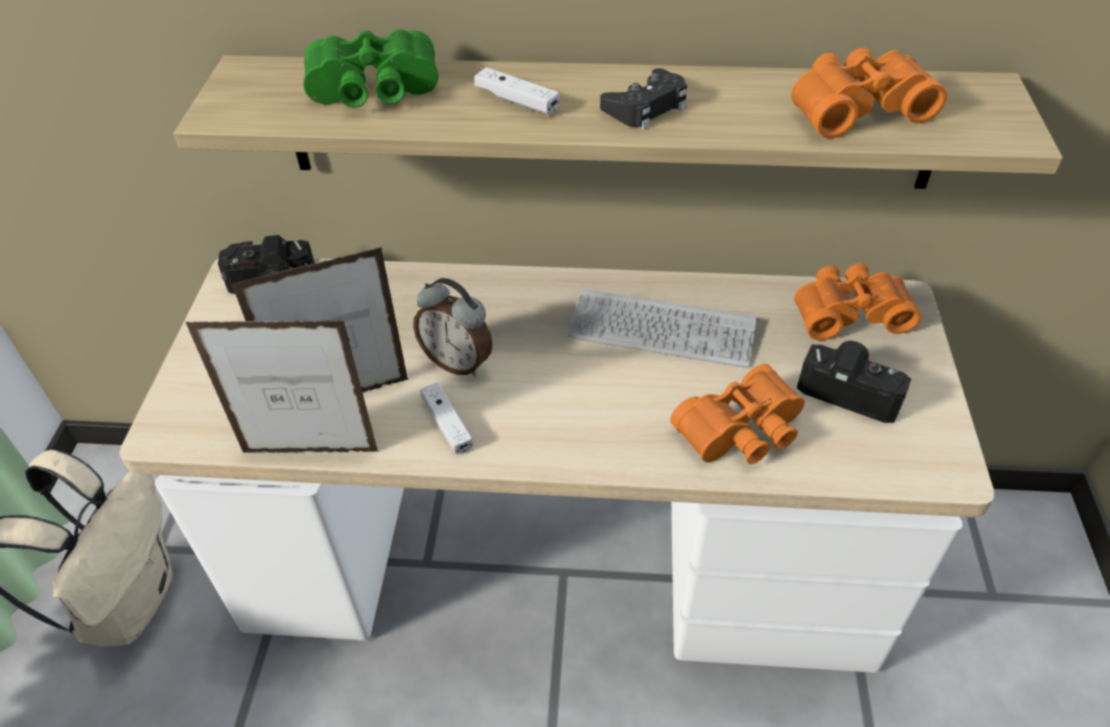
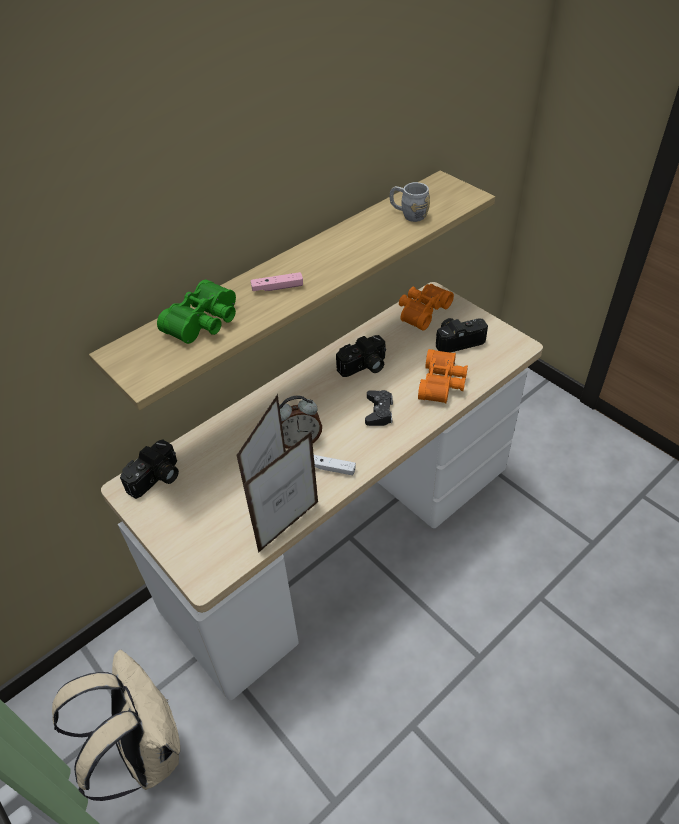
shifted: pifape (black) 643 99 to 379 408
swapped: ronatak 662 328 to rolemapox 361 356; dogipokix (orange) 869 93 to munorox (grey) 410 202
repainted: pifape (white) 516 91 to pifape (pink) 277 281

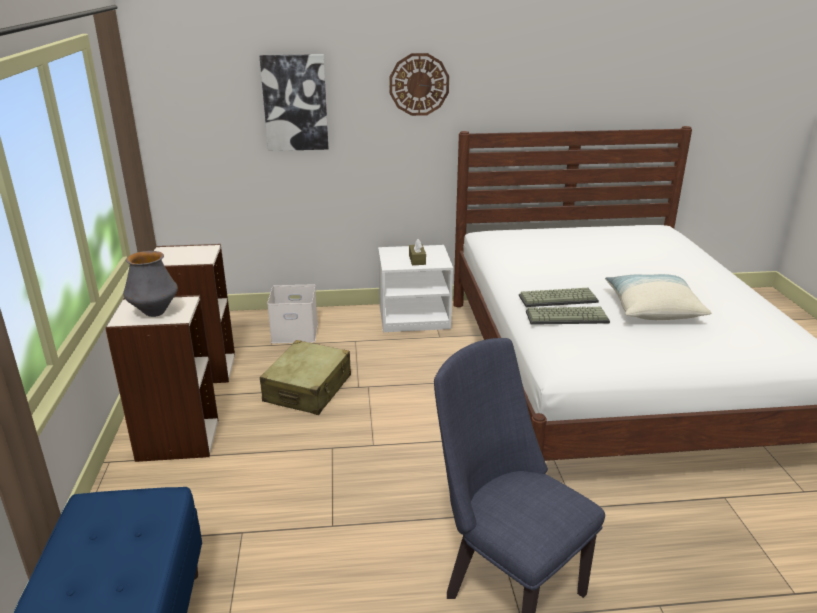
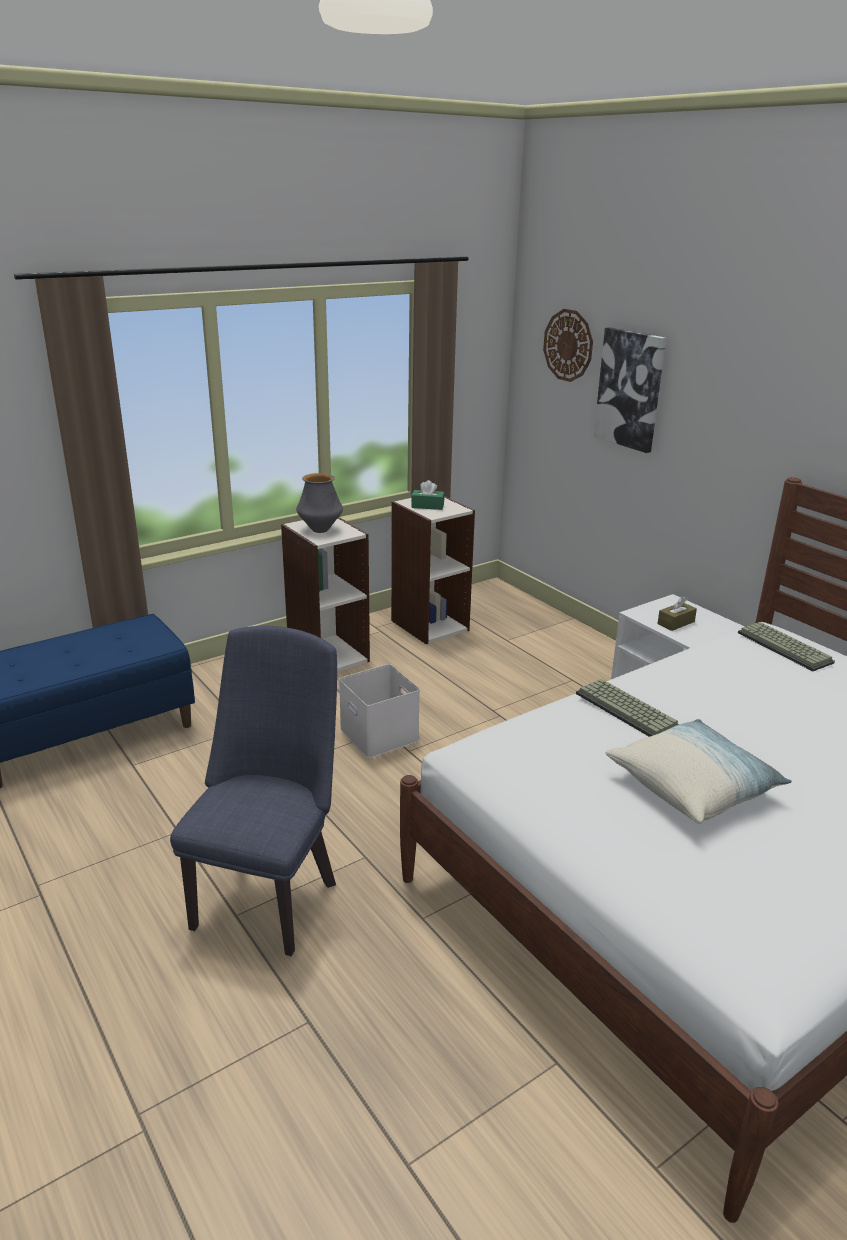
gone: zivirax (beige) 305 377
new: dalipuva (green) 428 495
shifted: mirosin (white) 292 314 to 379 711; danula 419 84 to 568 345; ronatak 568 316 to 786 646

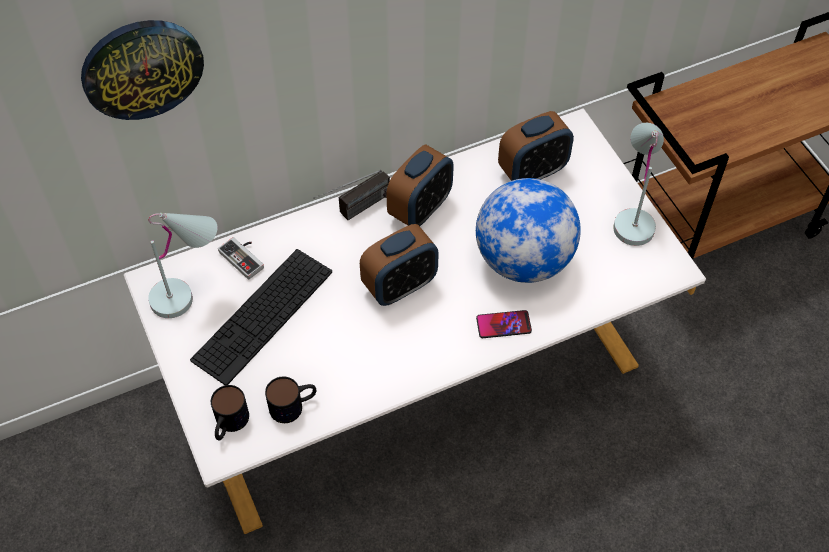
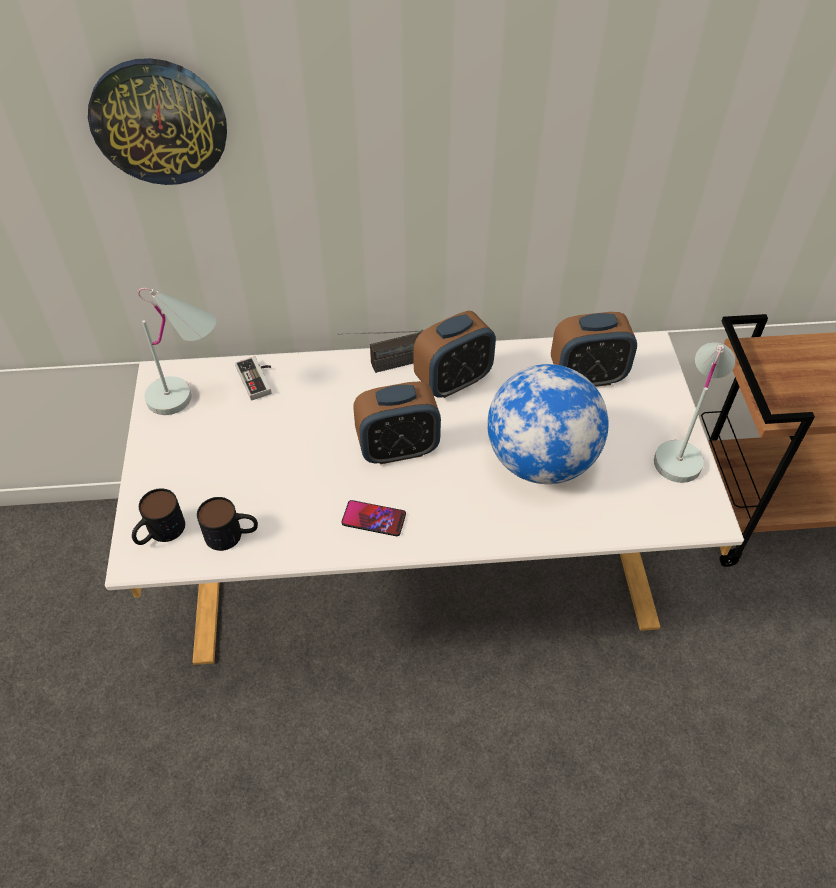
gone: ronatak 261 317
shifted: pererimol 504 324 to 373 518

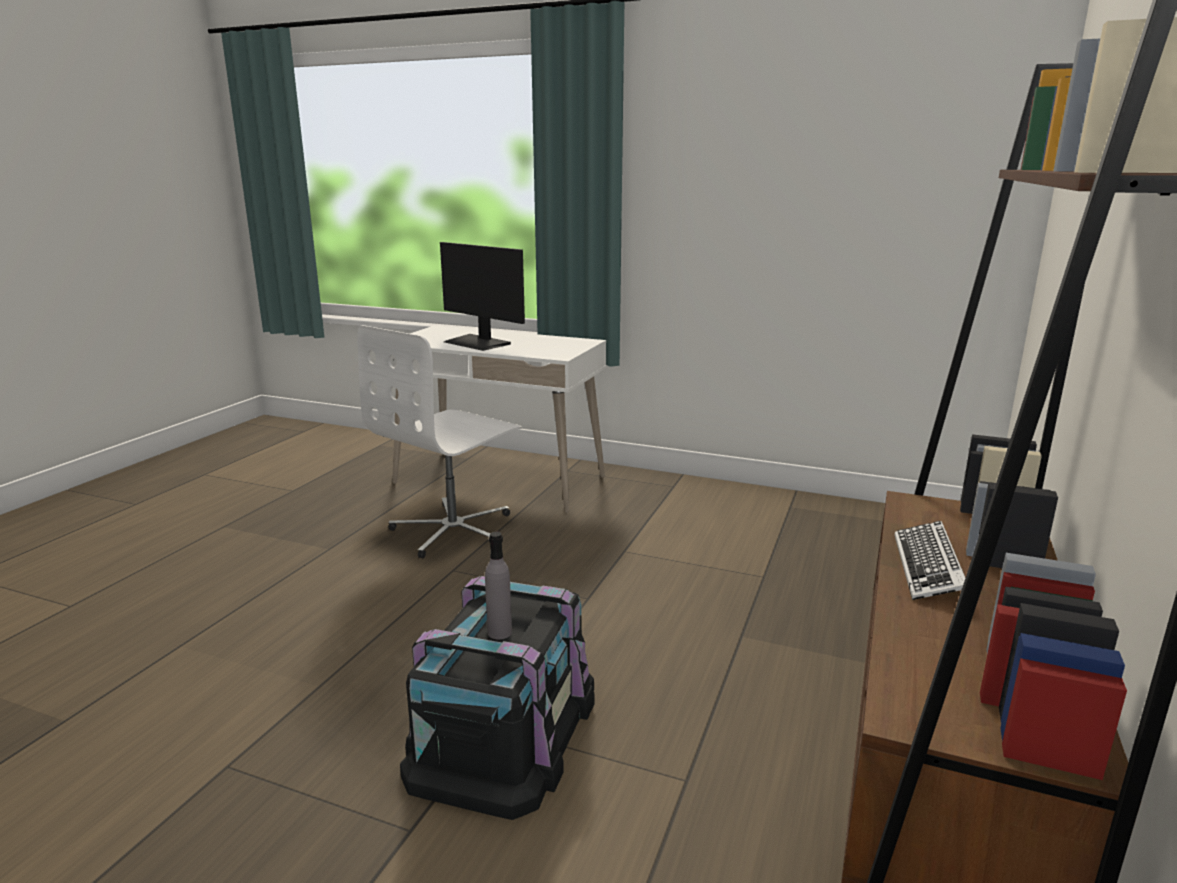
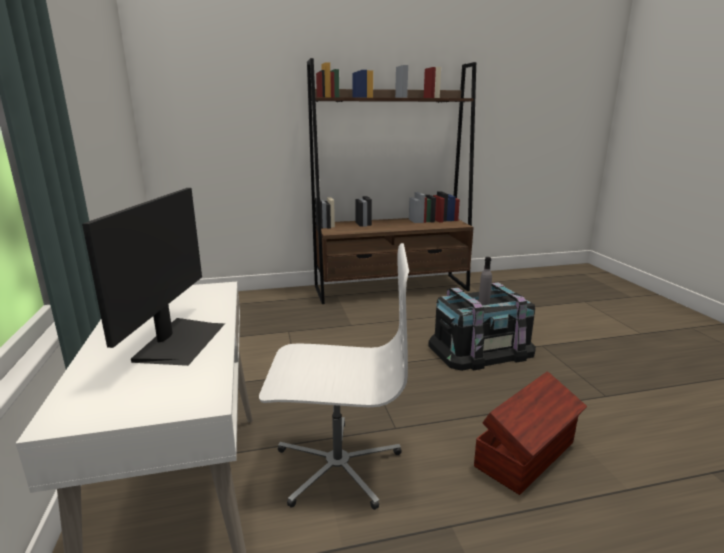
gone: ronatak 929 560
new: mirosin (brown) 530 433

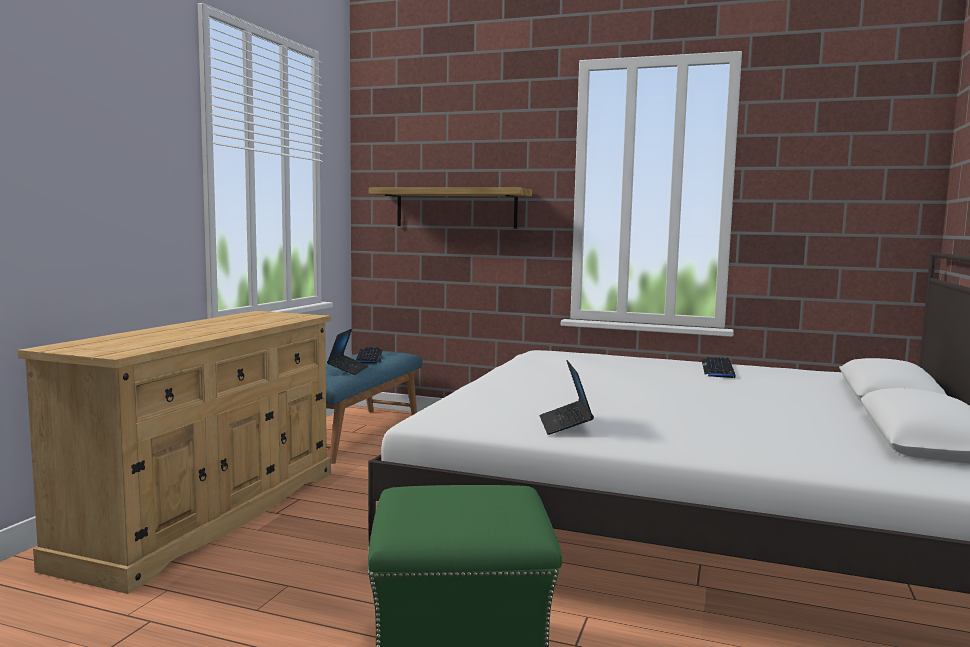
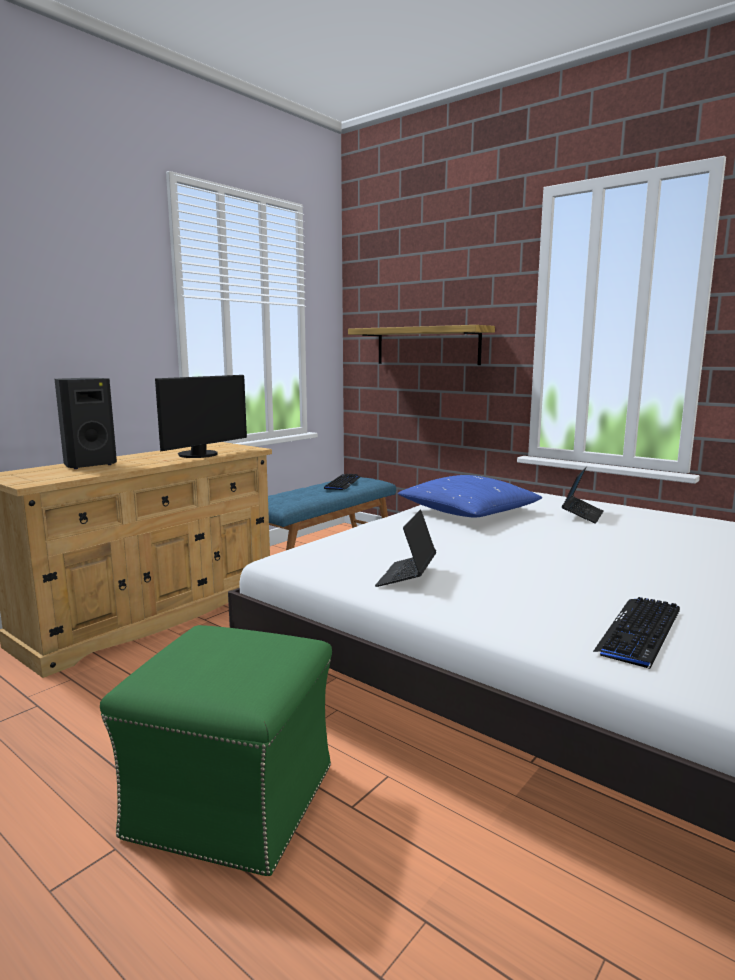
new: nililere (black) 86 423; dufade 201 416; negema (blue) 470 496
shifted: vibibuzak 347 352 to 582 495; ronatak 718 367 to 636 633

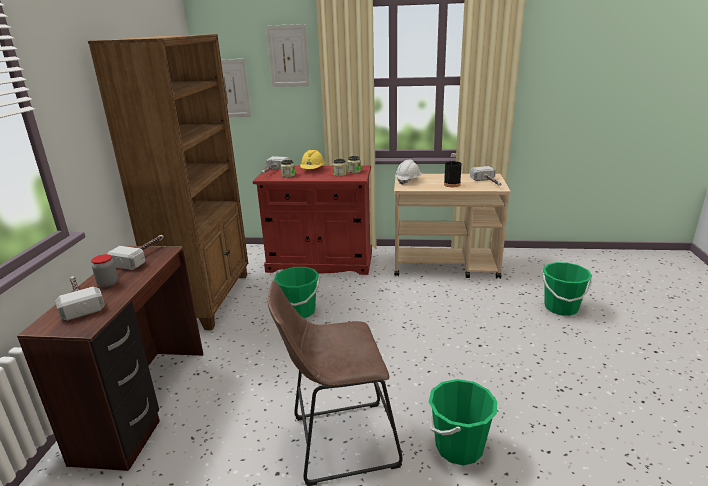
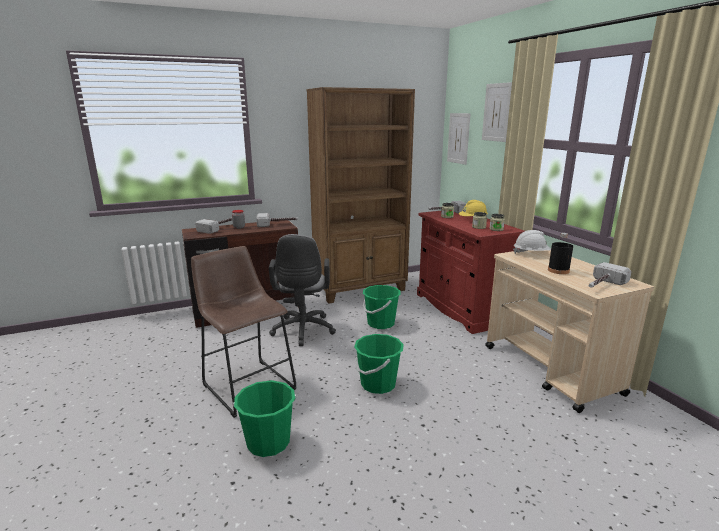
new: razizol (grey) 302 290
shifted: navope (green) 567 289 to 379 364

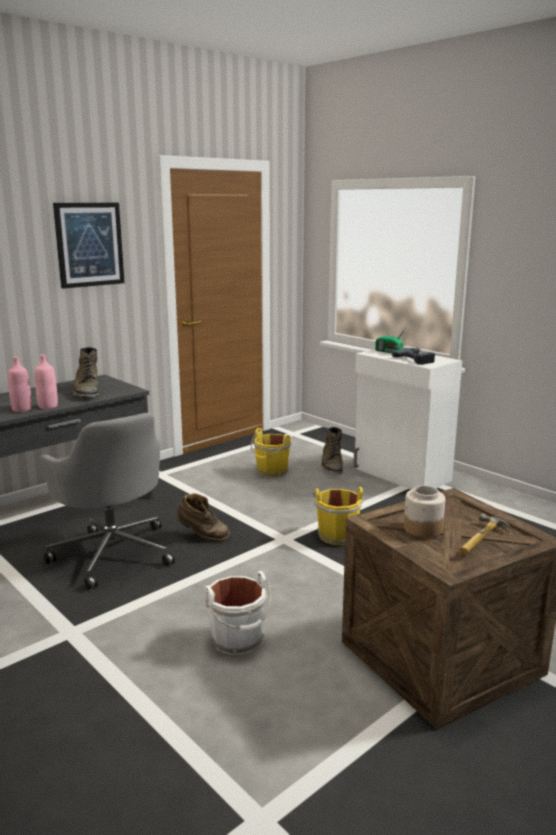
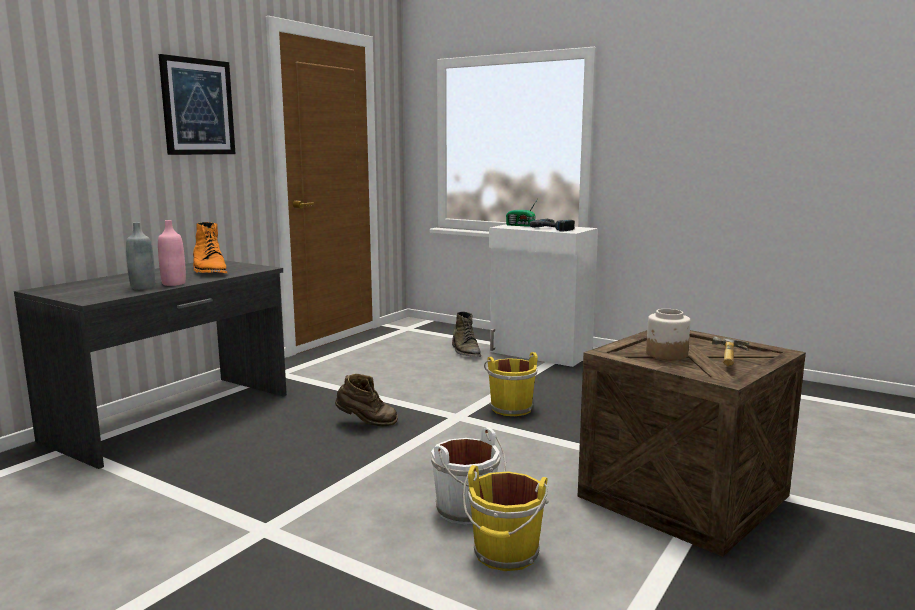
gone: razizol (grey) 107 501
shifted: navope (yellow) 271 452 to 506 518
repainted: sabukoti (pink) 20 384 to sabukoti (grey) 140 256; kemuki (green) 86 372 to kemuki (orange) 210 247

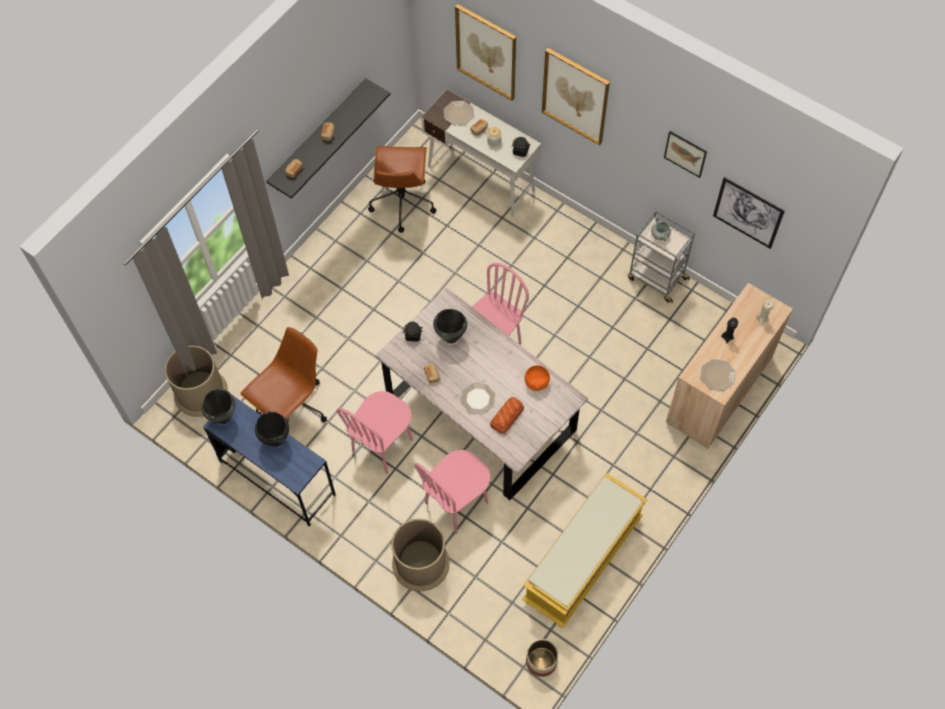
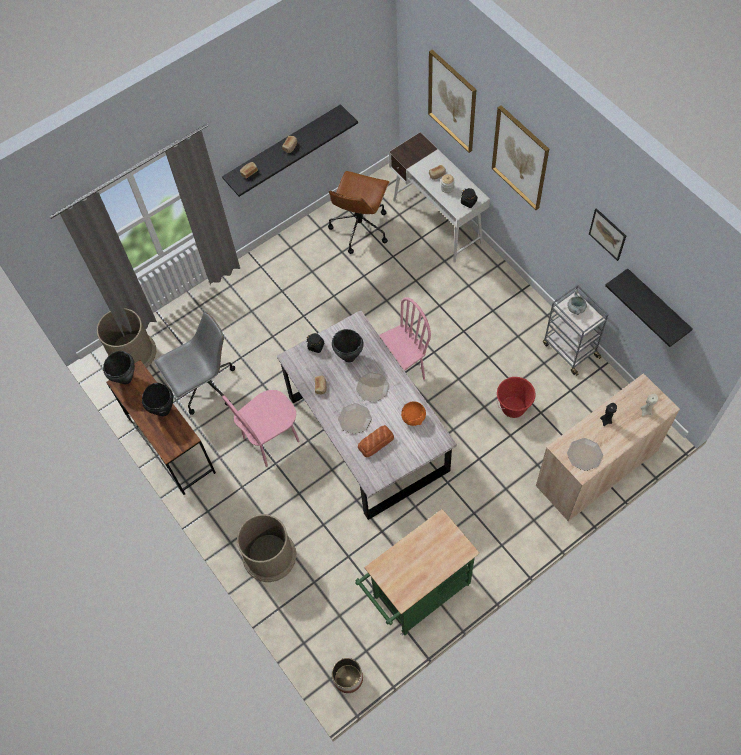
gone: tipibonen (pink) 452 492
new: navope (red) 516 397
shifted: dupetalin 459 113 to 372 387
swapped: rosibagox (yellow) 585 550 to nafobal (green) 417 572; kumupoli 749 213 to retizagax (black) 648 307
repainted: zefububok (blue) 269 460 to zefububok (brown) 161 427; razizol (brown) 283 375 to razizol (grey) 194 363

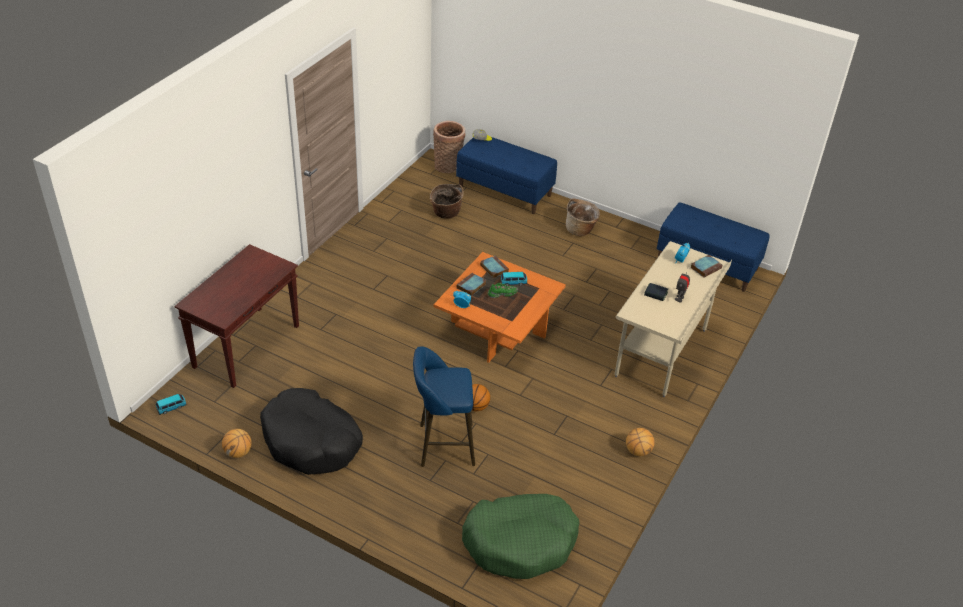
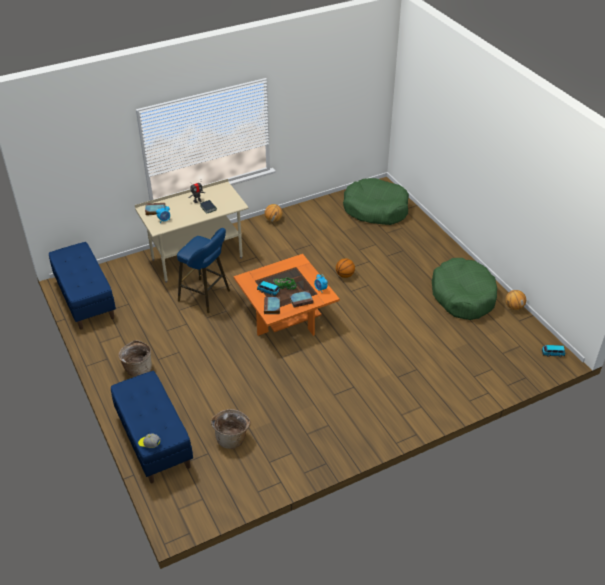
gone: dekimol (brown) 237 316; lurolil 449 147
shifted: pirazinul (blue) 444 406 to 203 270
repainted: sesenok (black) 311 431 to sesenok (green) 464 289

